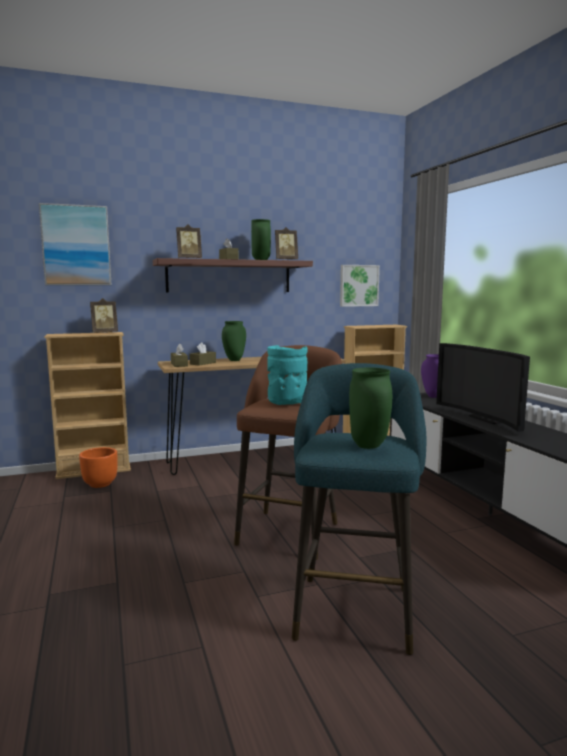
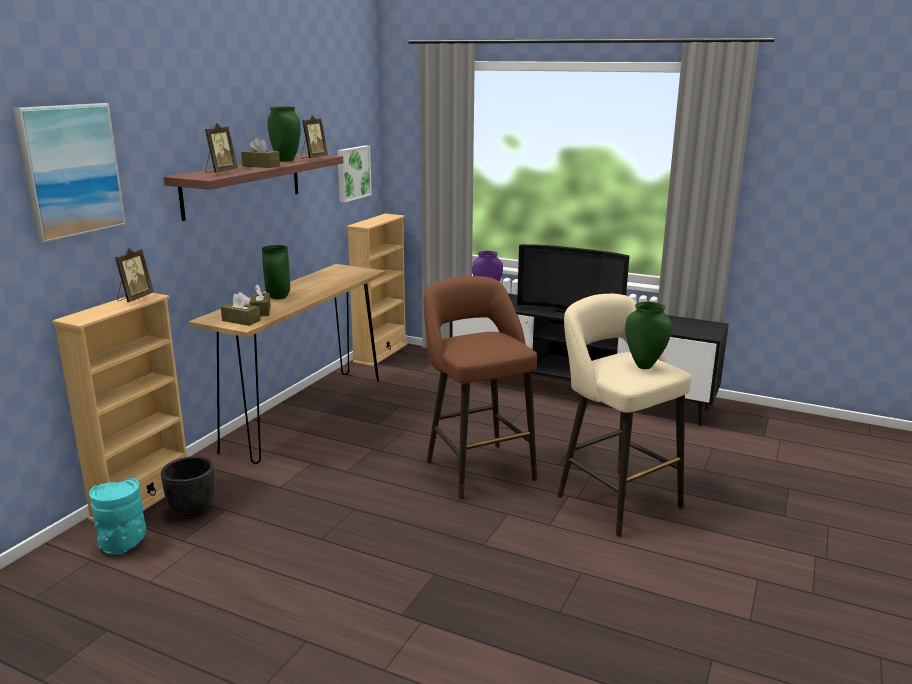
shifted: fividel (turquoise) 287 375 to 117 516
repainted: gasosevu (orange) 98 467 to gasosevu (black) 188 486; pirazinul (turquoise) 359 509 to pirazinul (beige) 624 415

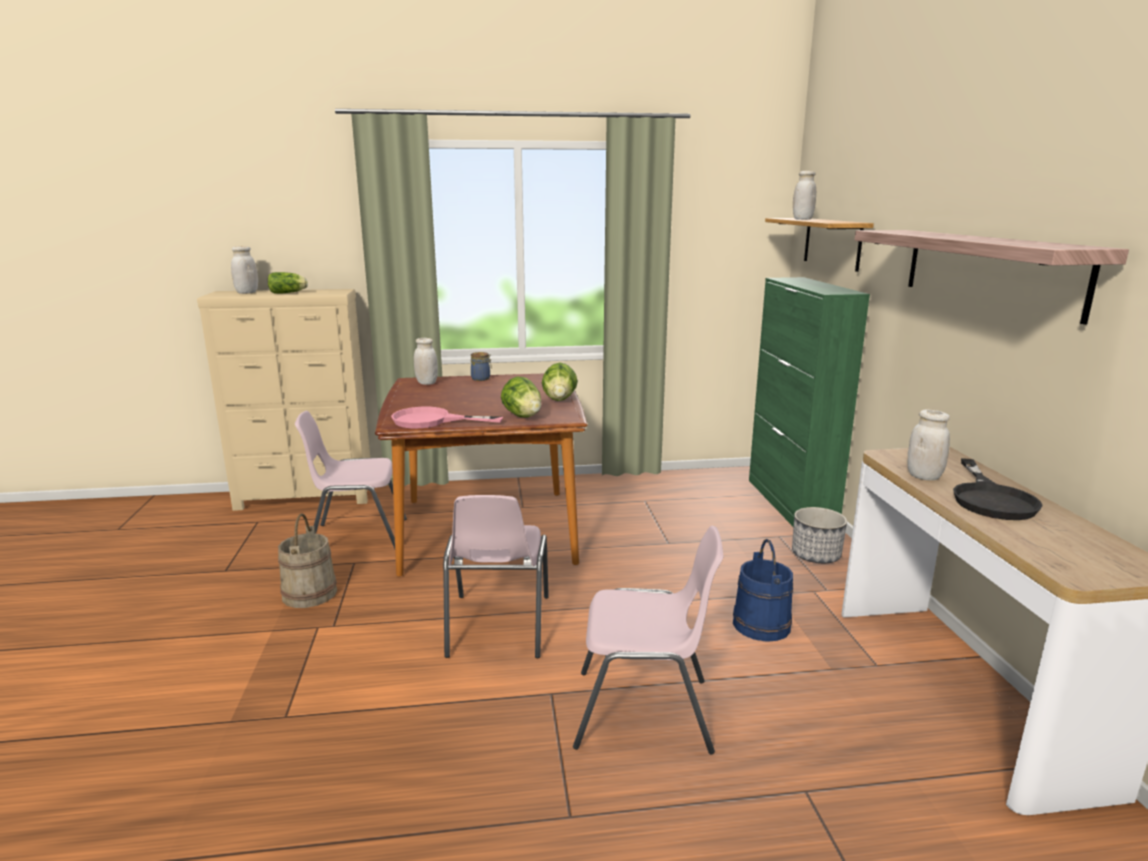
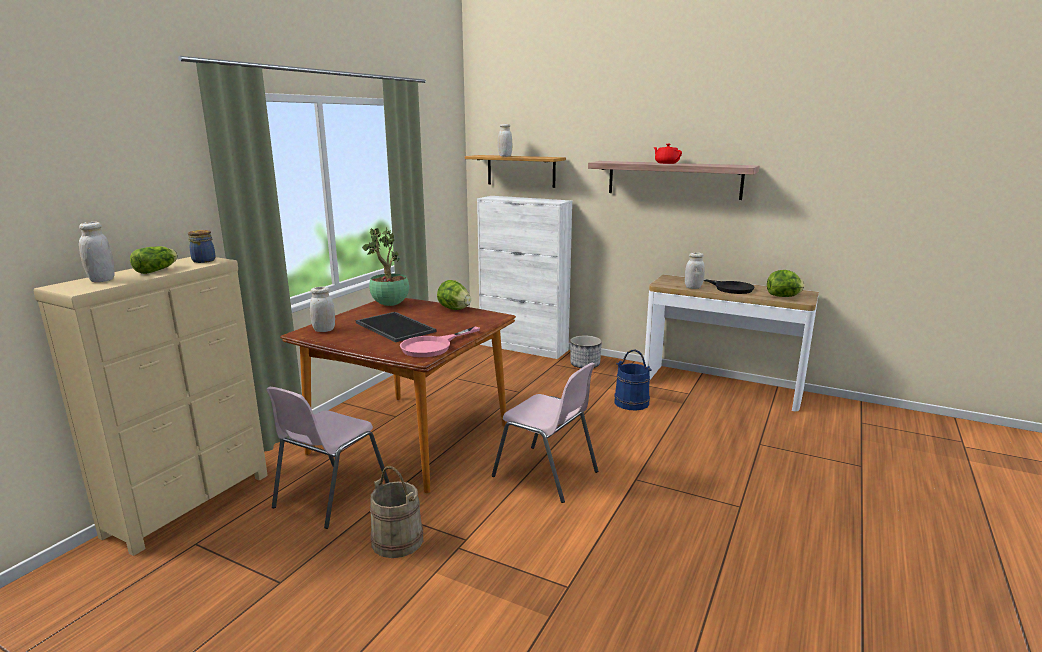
gone: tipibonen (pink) 648 639
new: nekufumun 396 327; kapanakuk 385 267; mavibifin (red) 667 154
shifted: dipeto 481 366 to 202 246; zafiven 521 397 to 785 283
repainted: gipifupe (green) 809 402 to gipifupe (white) 524 277

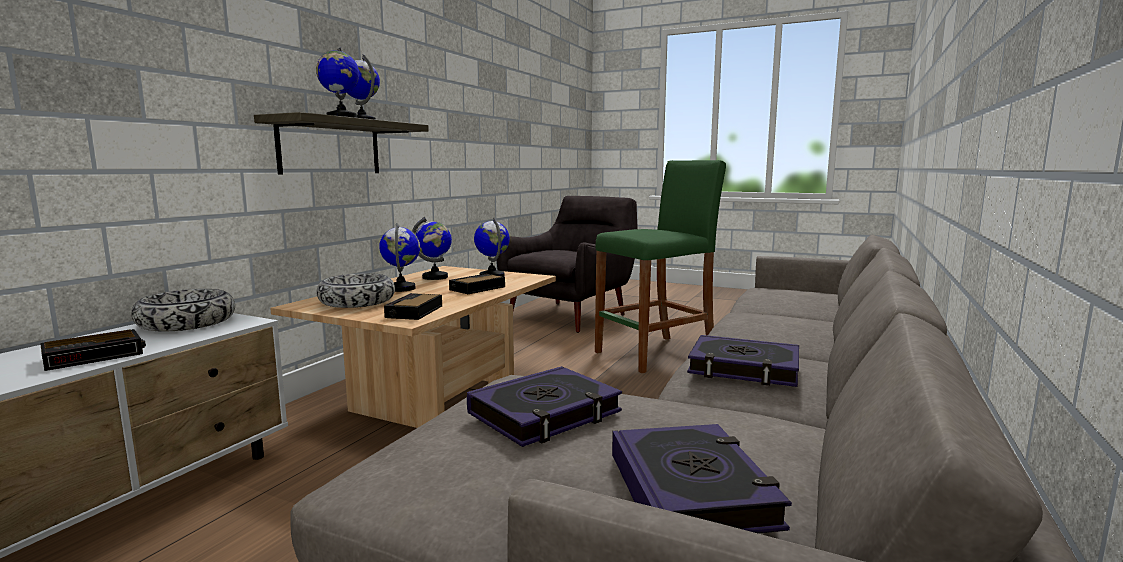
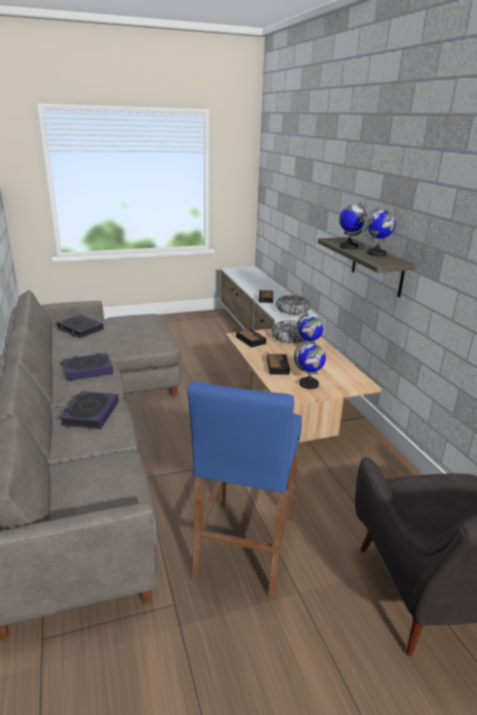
gone: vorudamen 432 248
shifted: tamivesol 544 406 to 89 410
repainted: pirazinul (green) 660 266 to pirazinul (blue) 244 489

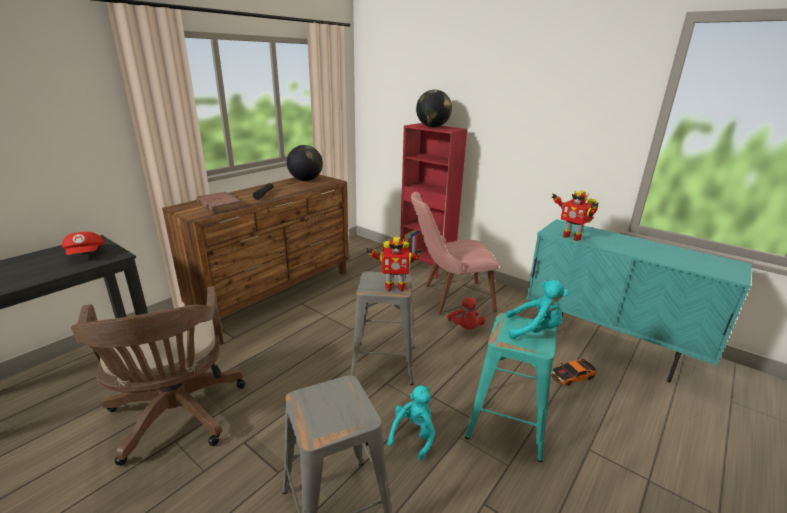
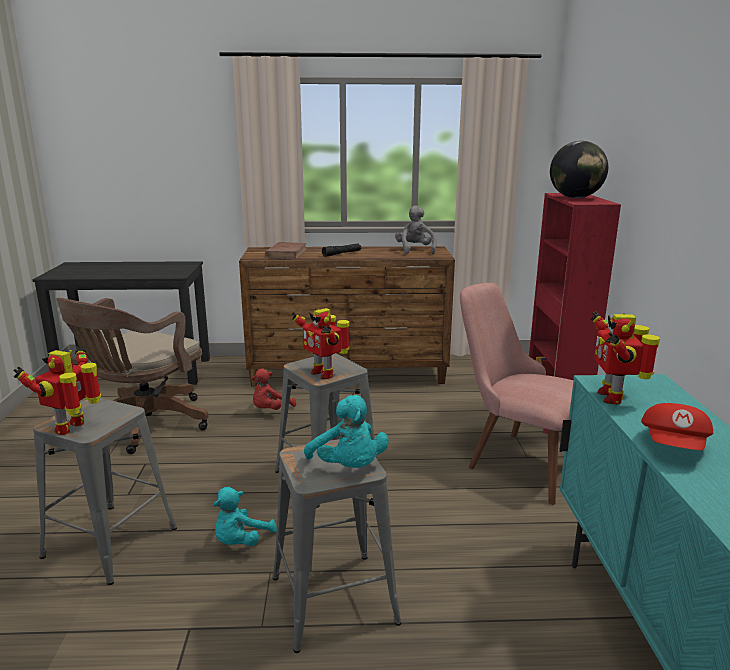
gone: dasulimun 573 372
new: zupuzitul 57 390
shifted: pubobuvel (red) 83 243 to 677 426; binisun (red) 466 313 to 274 389
swapped: vorudamen 305 163 to binisun (grey) 416 229
repainted: pirazinul (turquoise) 511 387 to pirazinul (grey) 337 546
rotated: binisun (turquoise) 411 422 = 245 516 135 degrees clockwise

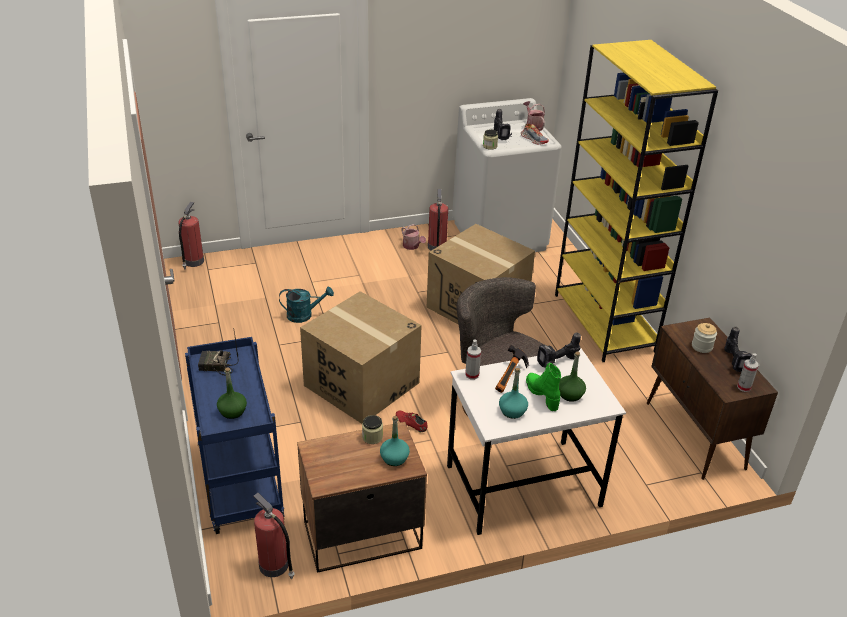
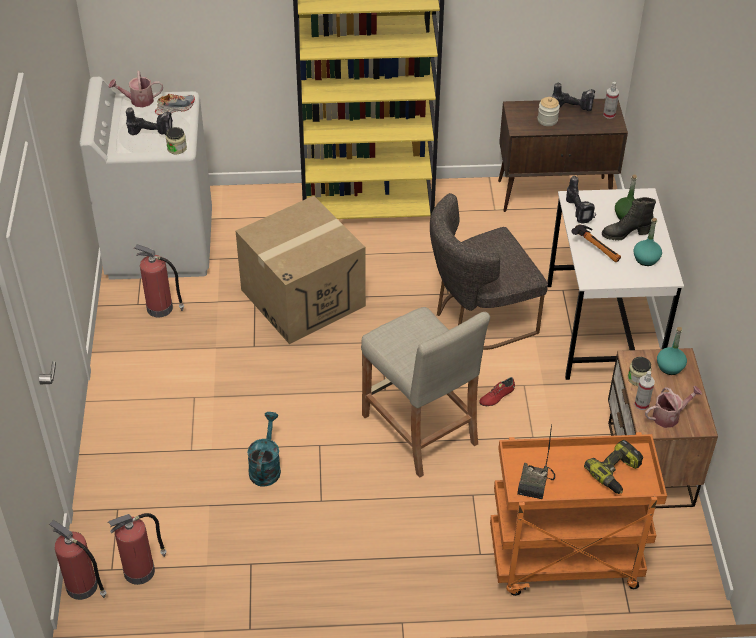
shifted: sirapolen 274 536 to 137 549; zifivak 414 237 to 673 407; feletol 473 359 to 644 390
swapped: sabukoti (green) 232 393 to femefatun 613 467; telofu 361 357 to pirazinul (beige) 425 392
repainted: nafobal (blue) 235 435 to nafobal (orange) 578 514; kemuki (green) 543 387 to kemuki (black) 629 219

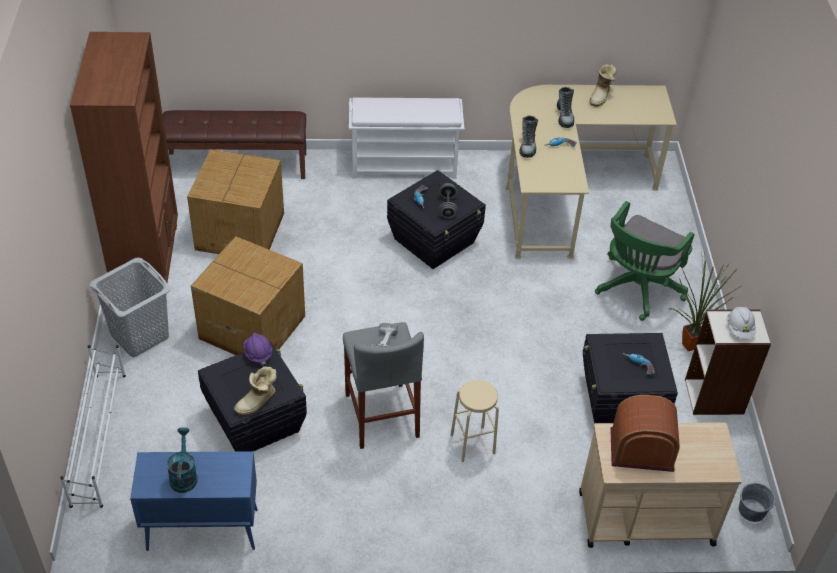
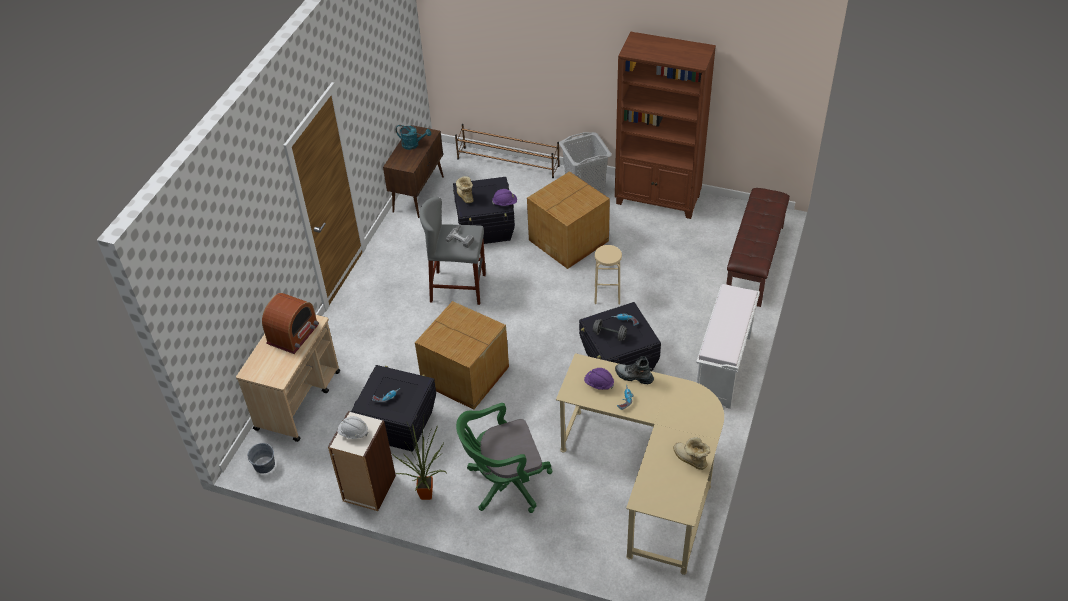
gone: kemuki 565 107
new: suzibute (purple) 599 379
shifted: telofu 235 201 to 462 355; pirazinul (beige) 475 421 to 608 275
repainted: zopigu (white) 93 426 to zopigu (brown) 507 151; gipifupe (blue) 194 501 to gipifupe (brown) 413 171
rotated: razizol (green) 644 261 = 504 458 75 degrees counterclockwise

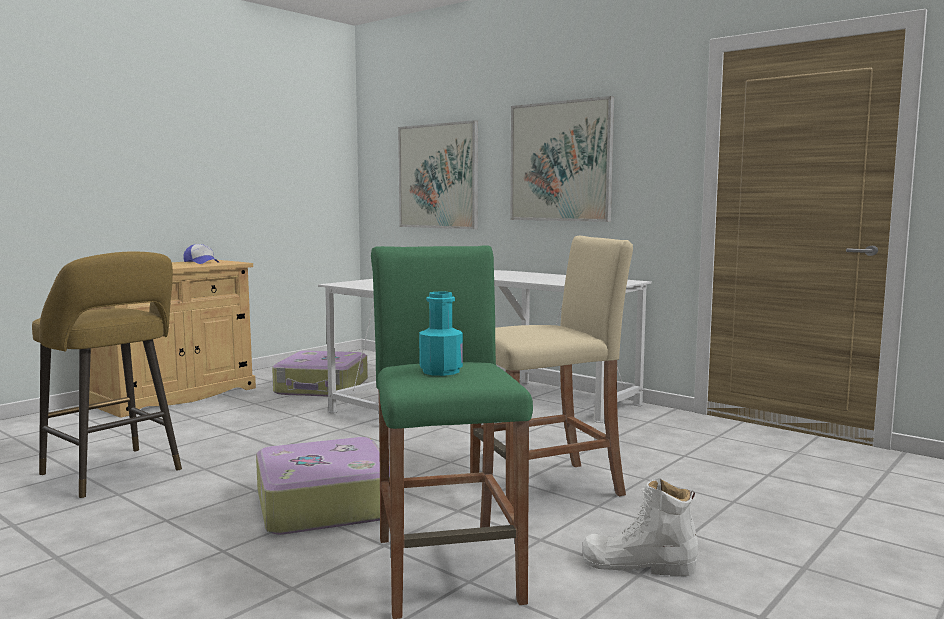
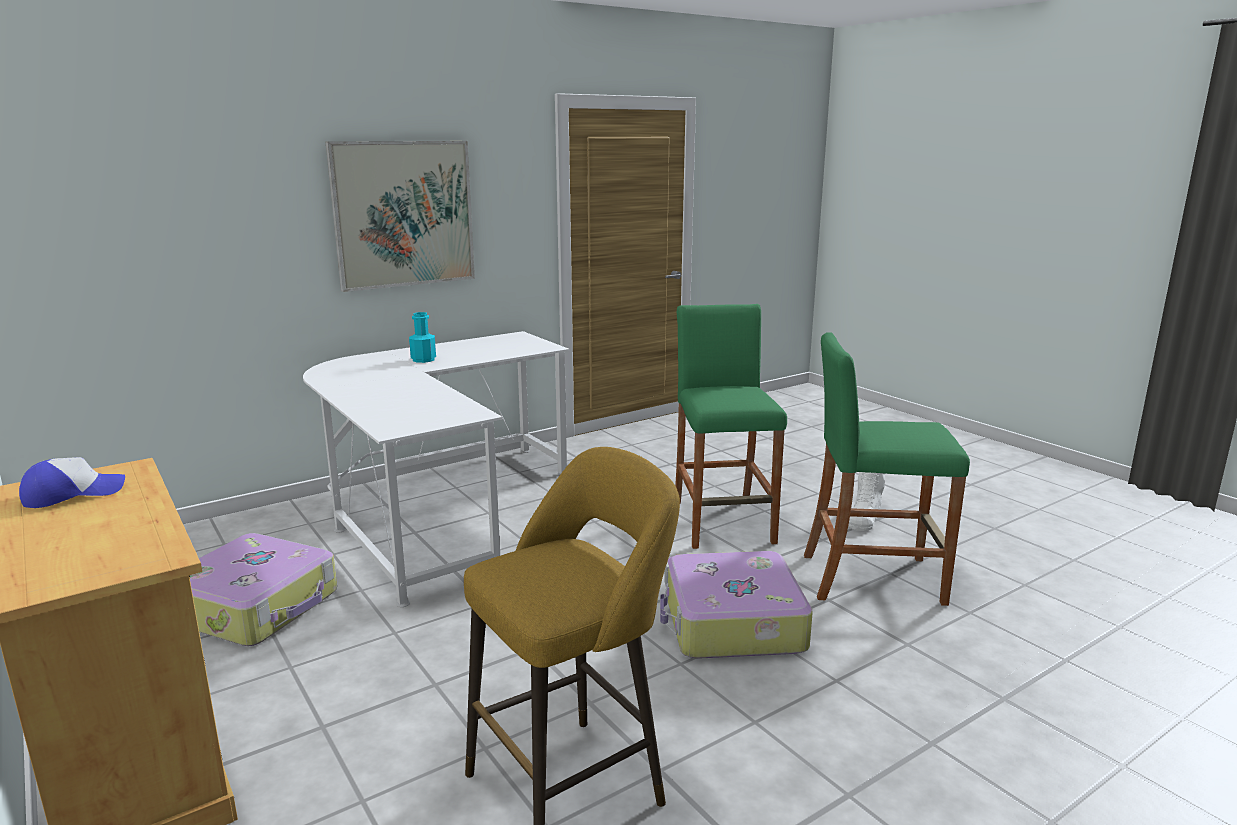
gone: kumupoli 438 174
shifted: sabukoti (turquoise) 441 334 to 422 337
repainted: pirazinul (beige) 551 372 to pirazinul (green) 731 426

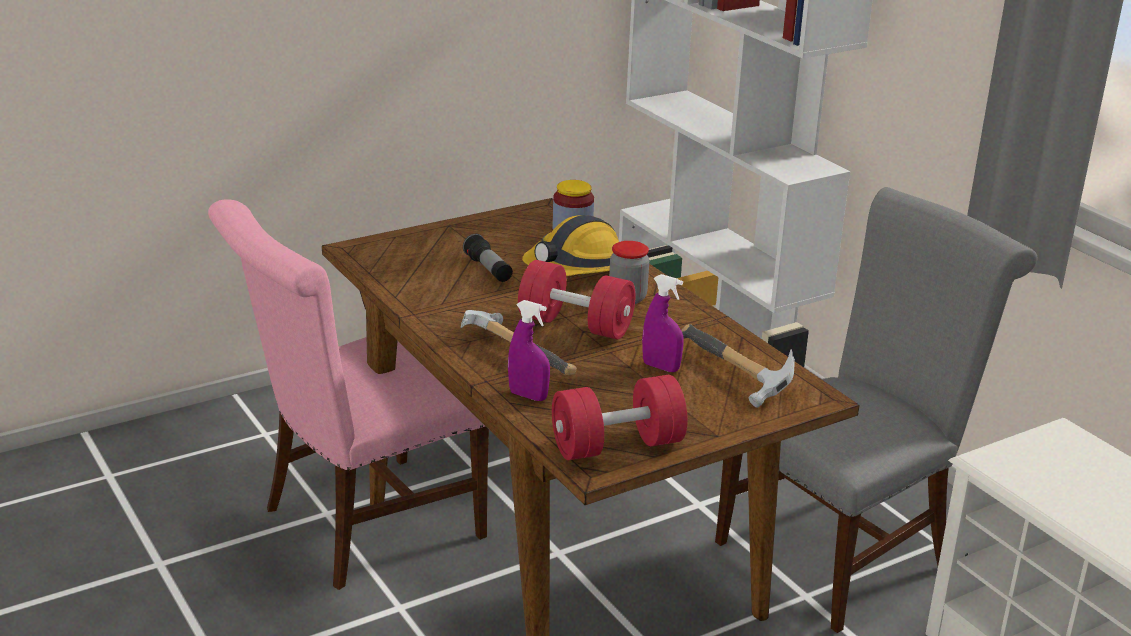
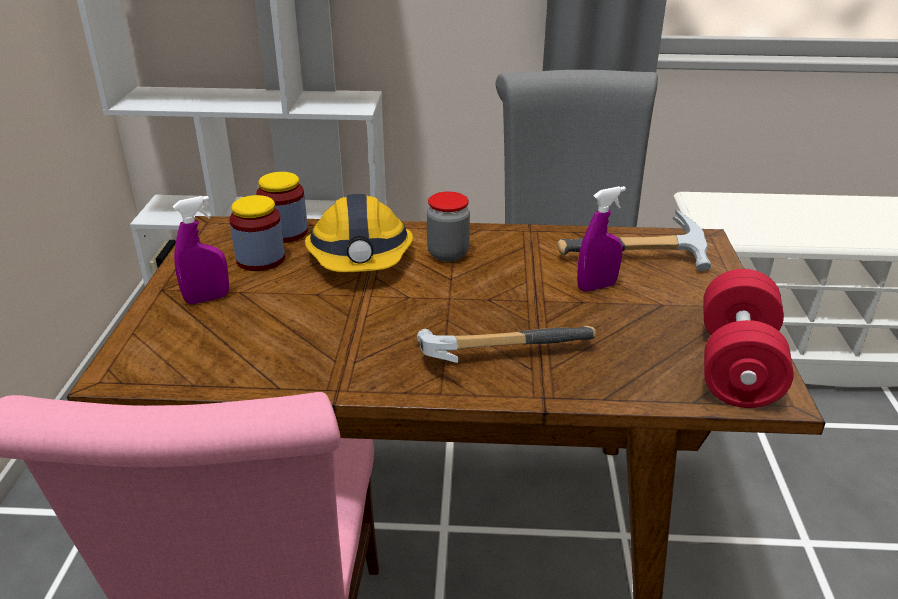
gone: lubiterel 488 258; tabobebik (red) 577 299
new: dipeto 257 233
shifted: feletol (purple) 529 350 to 201 250

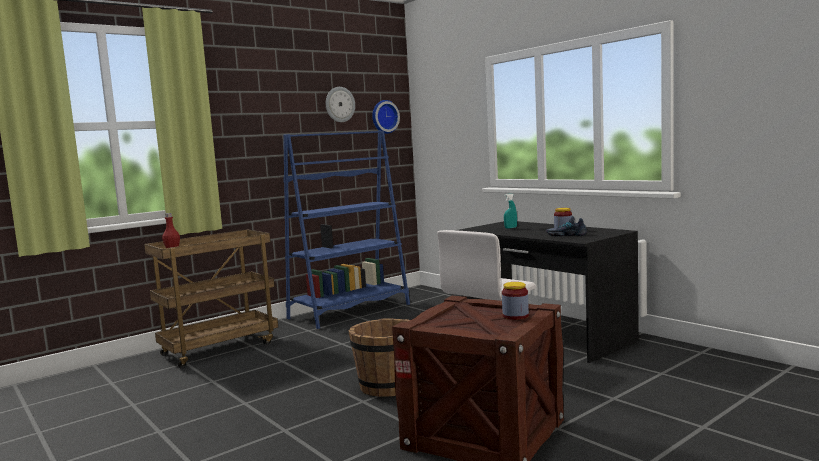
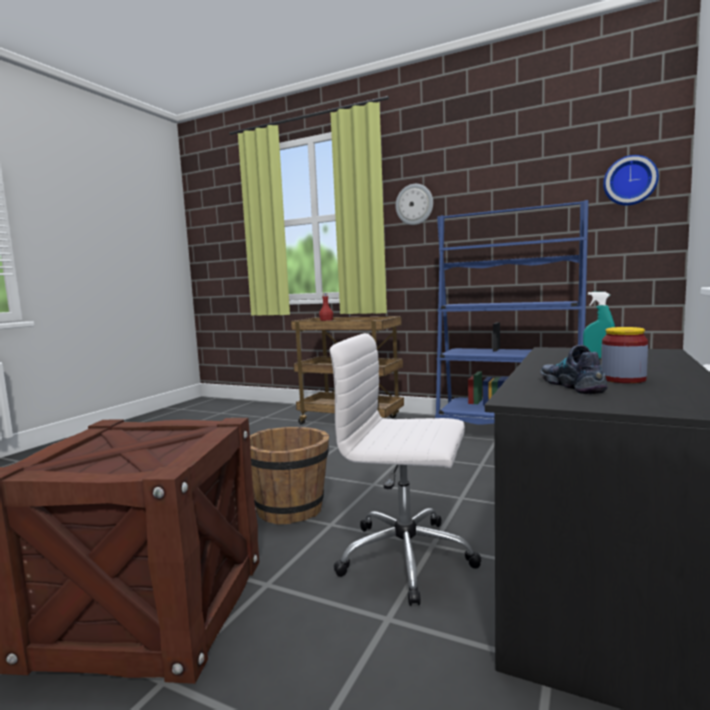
gone: dipeto 515 301
shifted: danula 340 104 to 414 204

